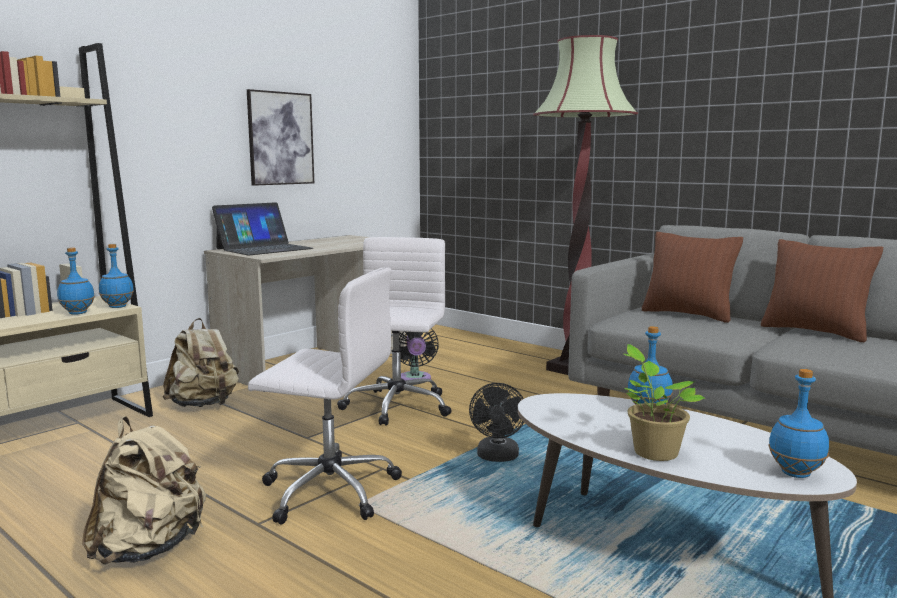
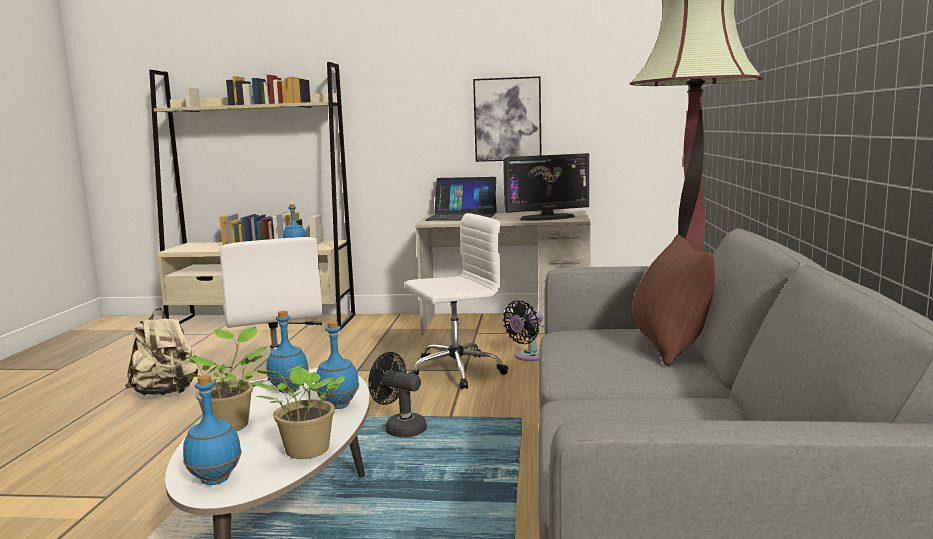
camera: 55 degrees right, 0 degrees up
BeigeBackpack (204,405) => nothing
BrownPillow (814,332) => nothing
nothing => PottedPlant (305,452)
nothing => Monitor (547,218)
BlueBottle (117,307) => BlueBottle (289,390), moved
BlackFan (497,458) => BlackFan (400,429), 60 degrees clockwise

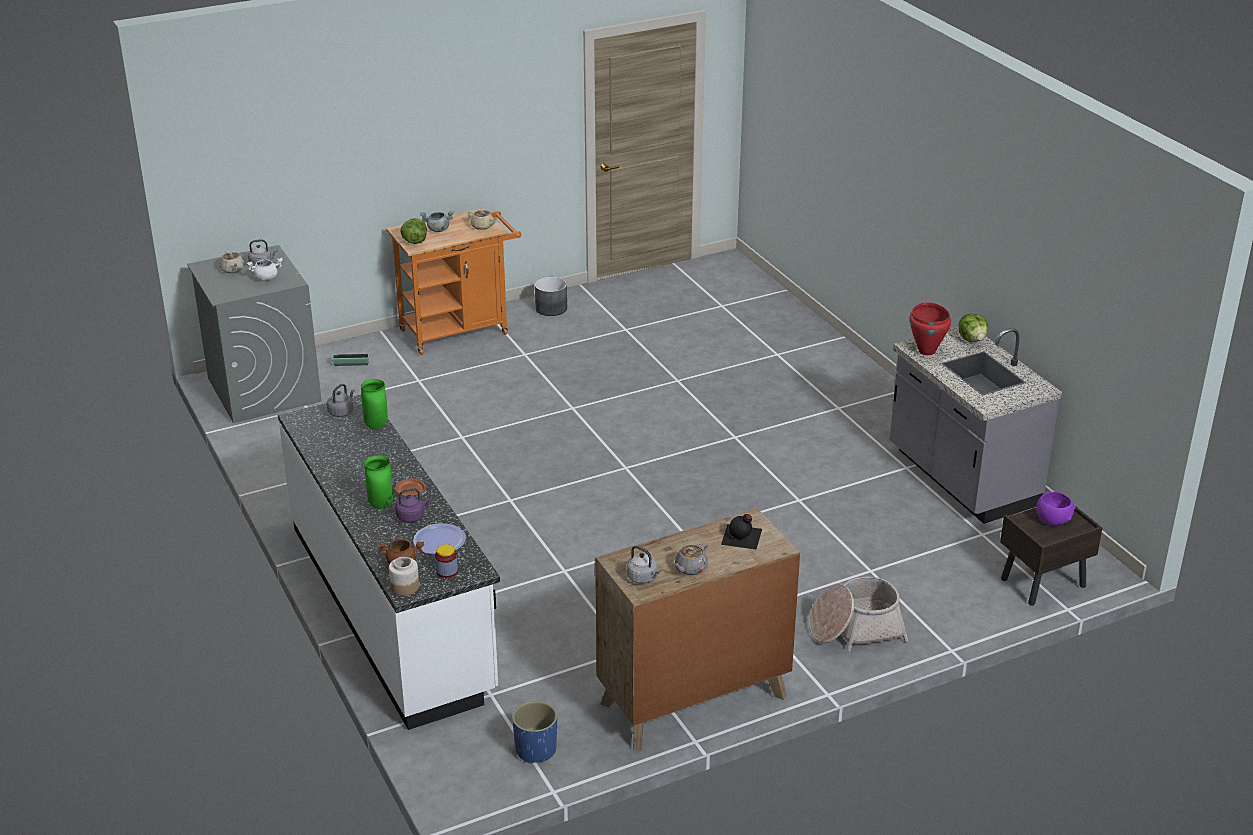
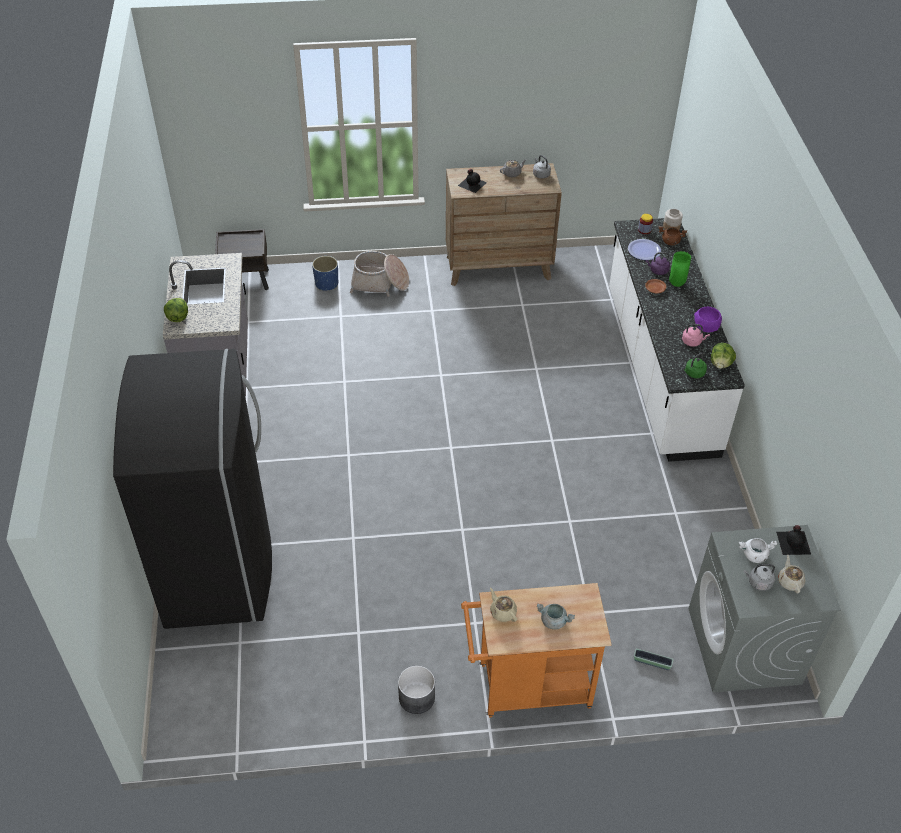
camera: 160 degrees left, 15 degrees up
GreenVase (375,426) => nothing
RedCookingPot (927,351) => nothing
nothing => BlackFridge (219,566)
nothing => PinkKettle (692,342)
nothing => BlackBottle (794,542)
Lettuce (414,241) => Lettuce (720,364), moved
BluePlanter (535,750) => BluePlanter (327,283), moved
PurpleBowl (1053,519) => PurpleBowl (706,327), moved
GreyKettle (341,412) => GreenKettle (693,373)

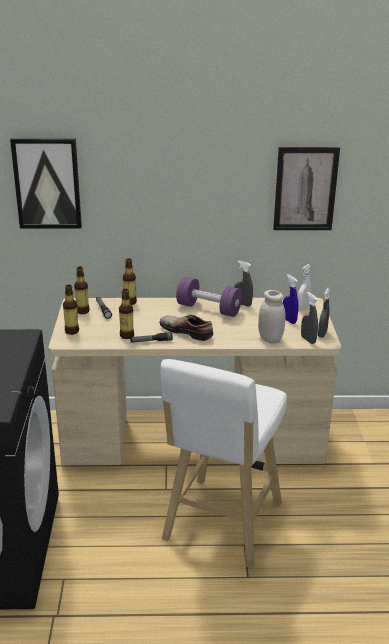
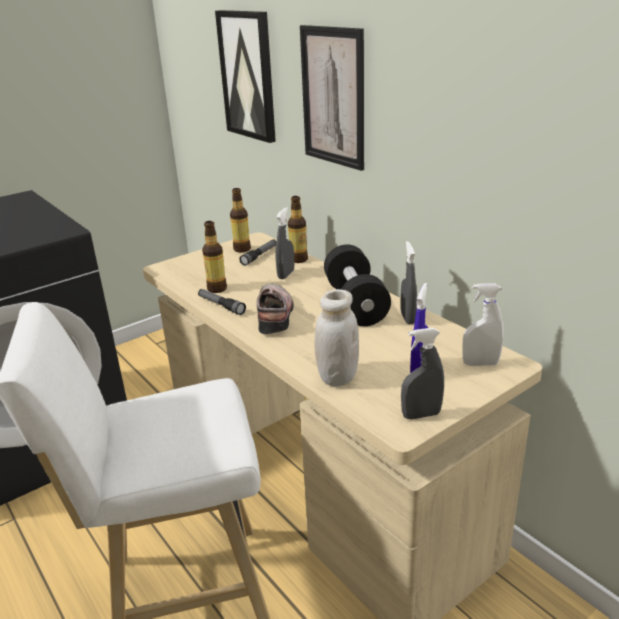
camera: 55 degrees right, 0 degrees up
Bottle (72,331) => nothing
Picture (305,189) => Picture (333,97), moved
GreySprayBottle (308,340) => GreySprayBottle (286,274), moved
PurpleDumbbell (208,309) => BlackDumbbell (355,303)

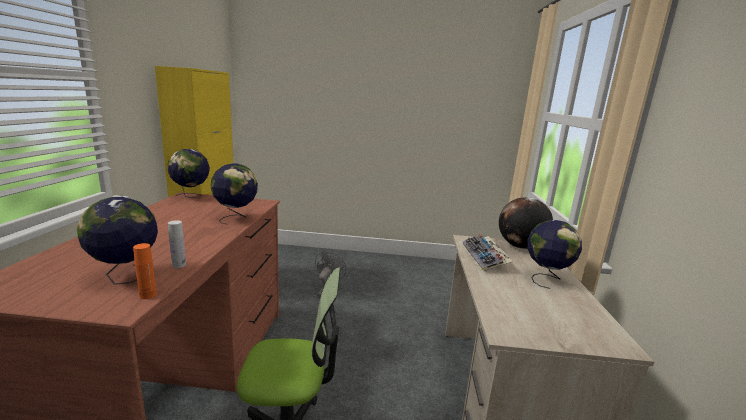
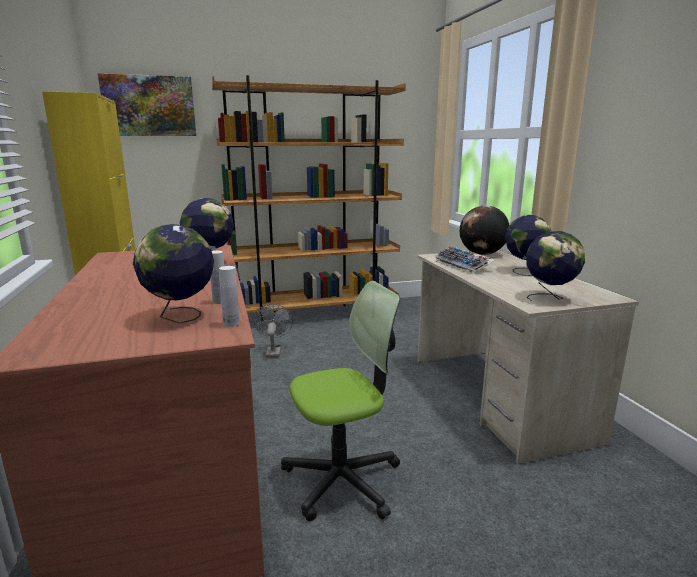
camera: 20 degrees left, 0 degrees up
nothing => Picture (149,106)
nothing => BrownBookcase (315,315)
Globe (191,196) => Globe (549,298), moved
OrangeBottle (148,295) => WhiteBottle (231,323)

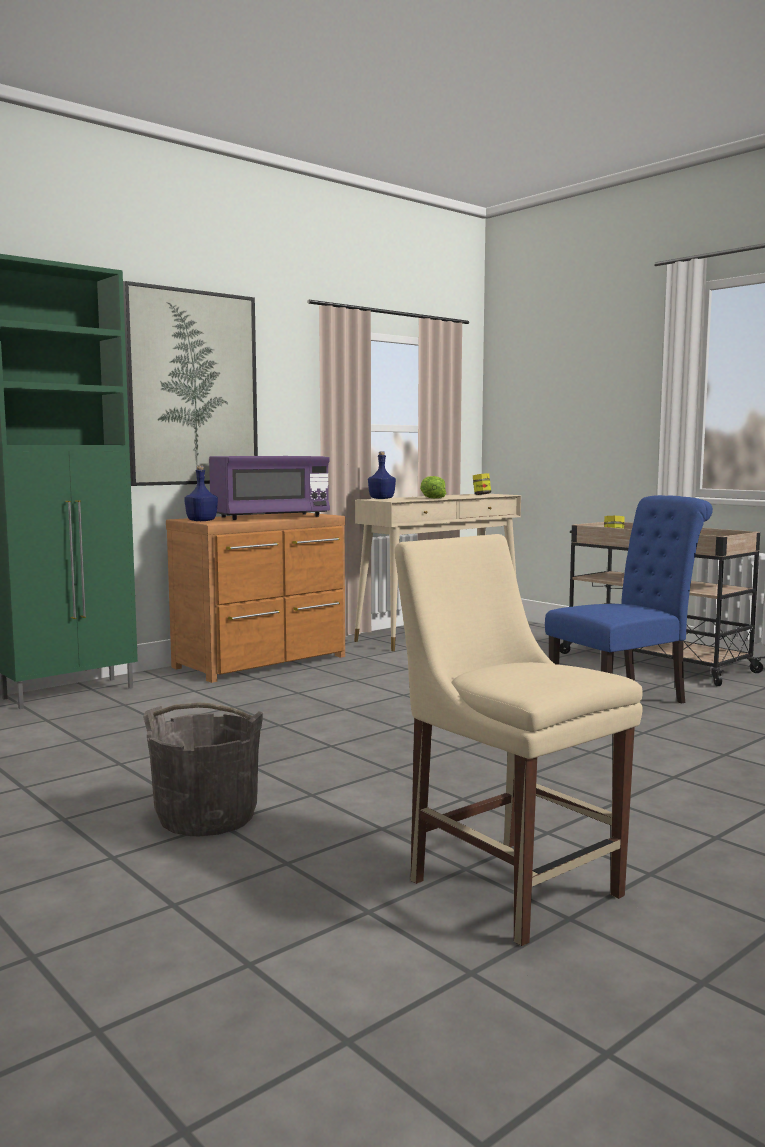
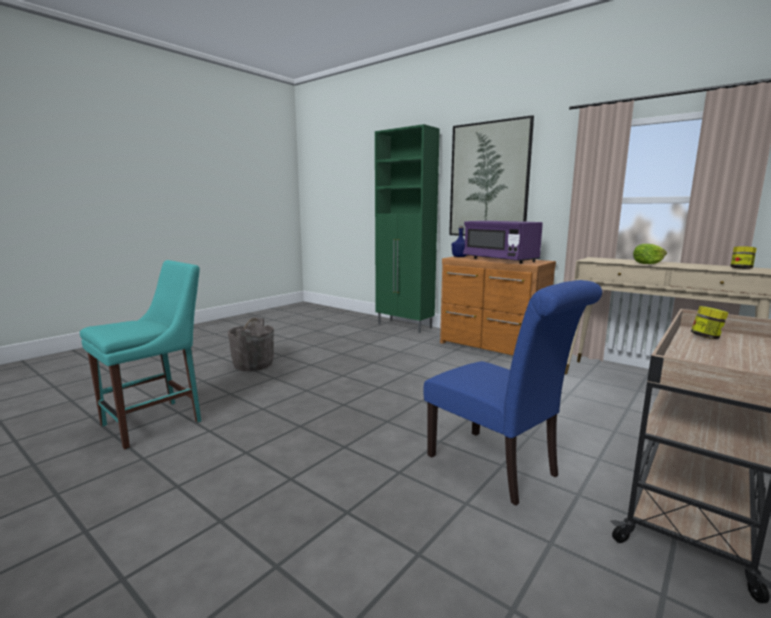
camera: 80 degrees right, 5 degrees up
BlueBottle (382,498) => nothing
BeigeChair (508,883) => TurquoiseChair (157,421)

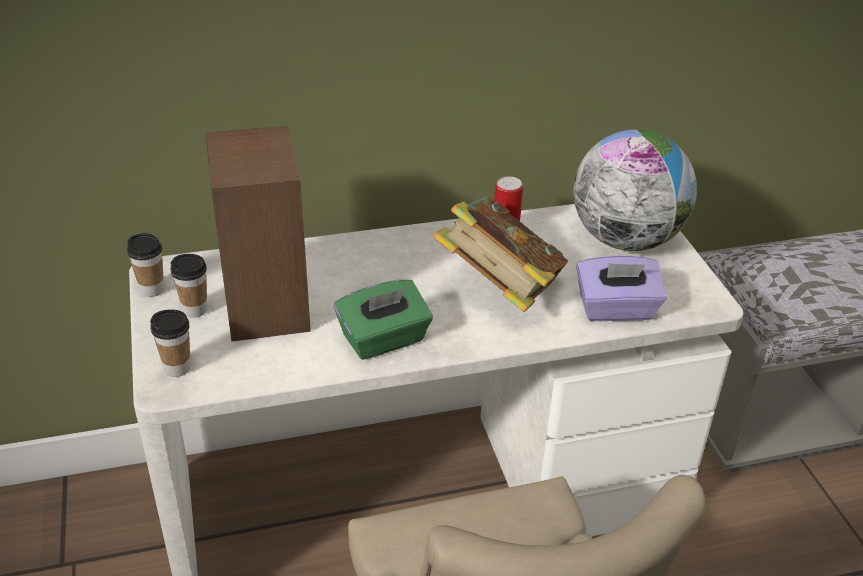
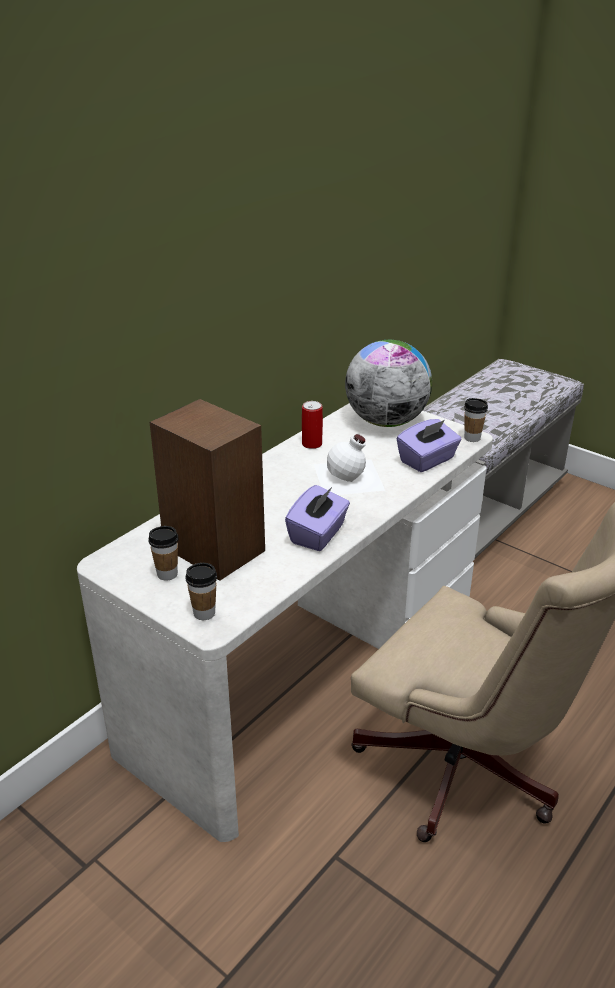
camera: 35 degrees left, 5 degrees down
Cup (152,289) => Cup (472,438), moved
Book (499,289) => WhiteBottle (349,477)
GreenTissueBox (384,340) => PurpleTissueBox (318,534)

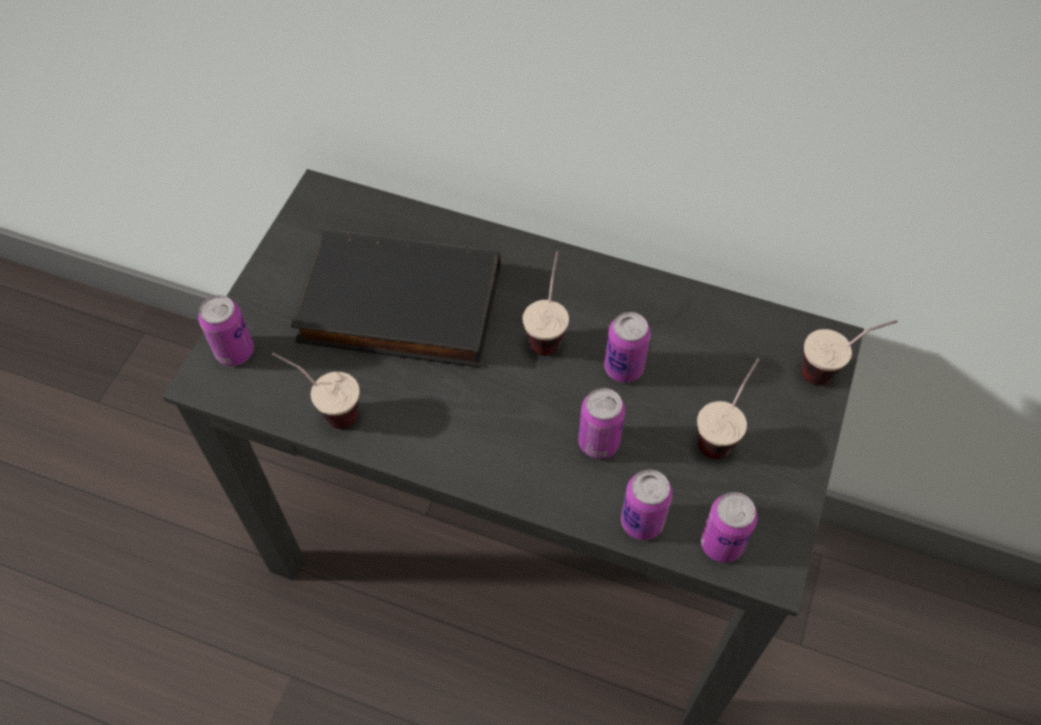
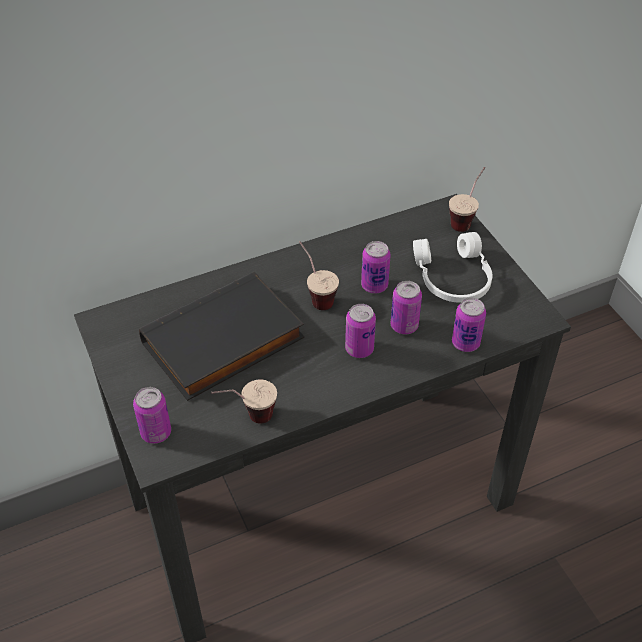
camera: 45 degrees left, 10 degrees down
Can (721,543) => Can (359,349), moved
Cup (723,430) => WhiteHeadphones (452,278)

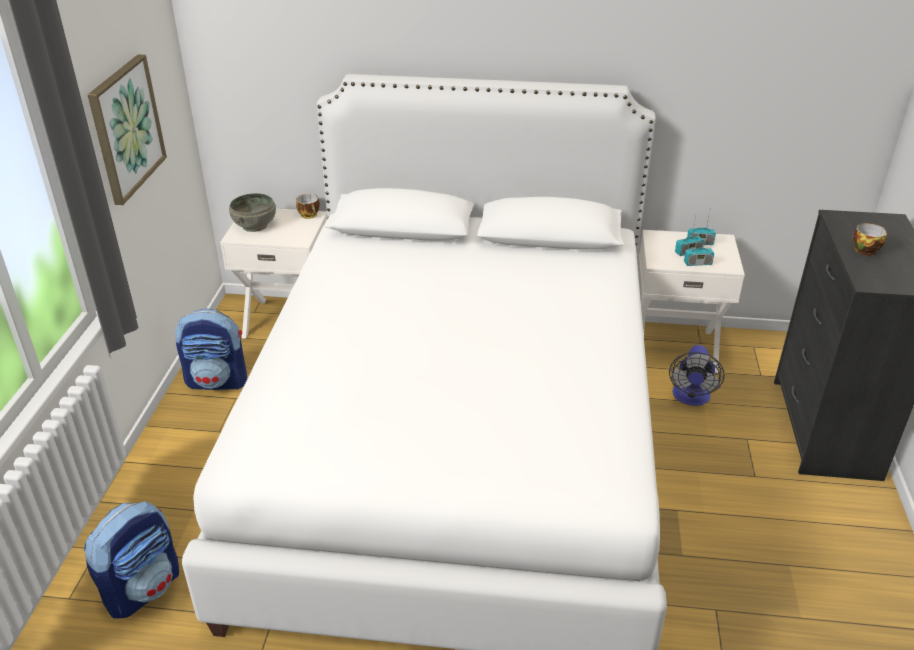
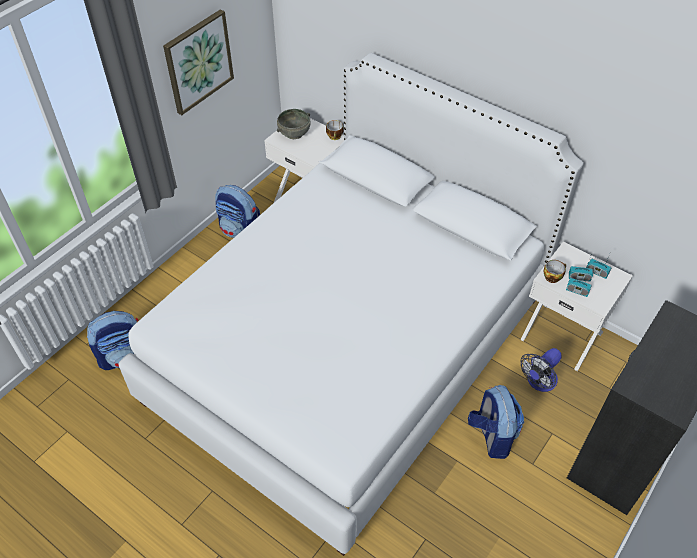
camera: 30 degrees right, 15 degrees up
nothing => Backpack (491,436)
Cup (864,249) => Cup (552,276), moved

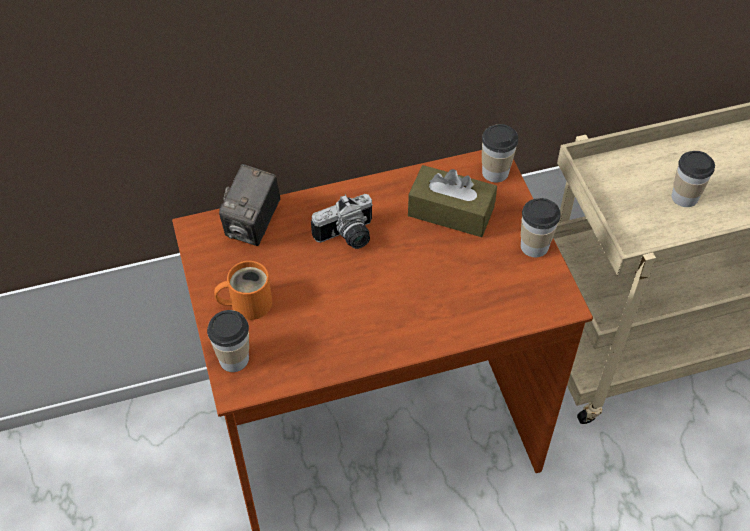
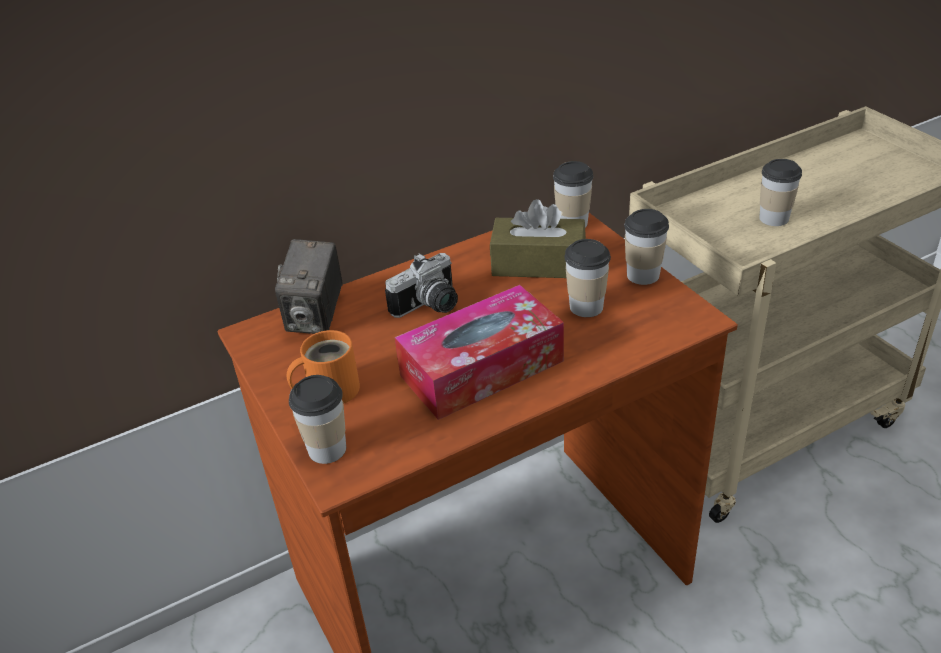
camera: 10 degrees left, 15 degrees down
nothing => TissueBox (482,368)
nothing => Cup (586,307)

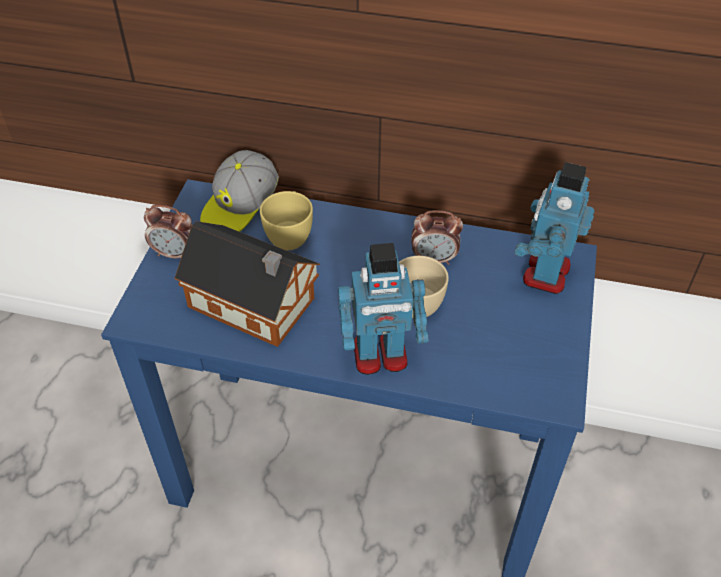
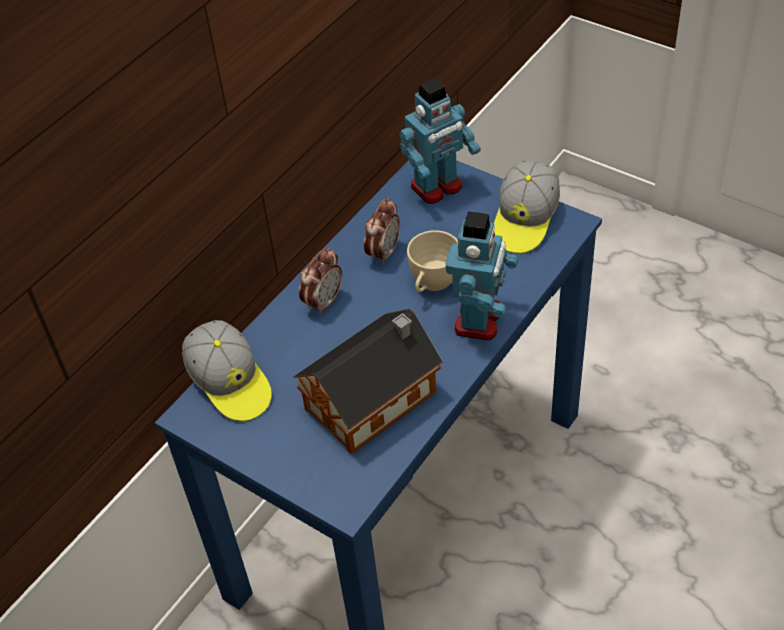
camera: 65 degrees left, 0 degrees up
YellowCup (290,235) => nothing
nothing => Cap (525,220)
AlarmClock (175,254) => AlarmClock (323,302), moved
ToyRobot (544,273) => ToyRobot (437,187), 75 degrees counterclockwise

